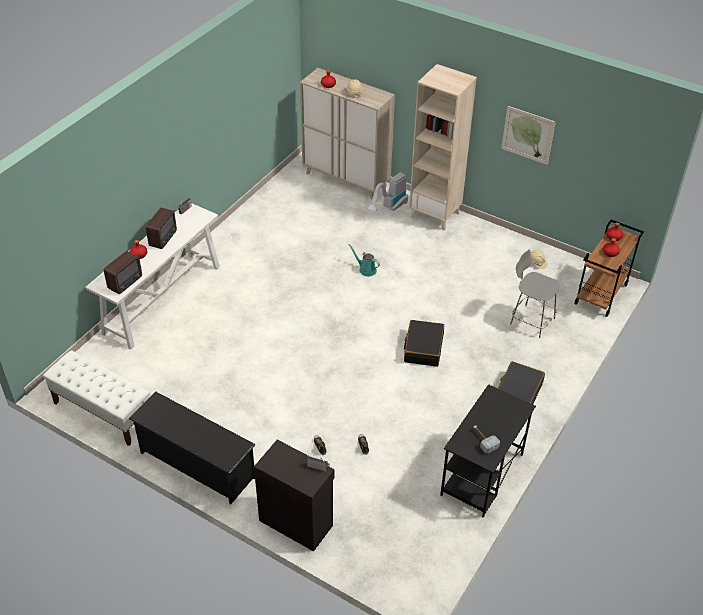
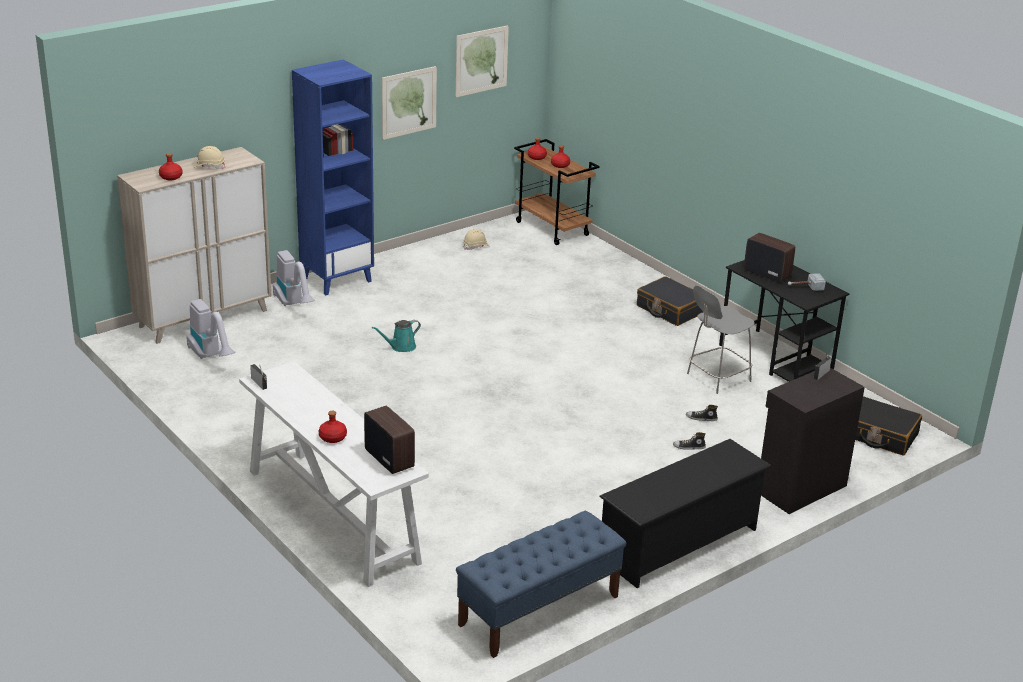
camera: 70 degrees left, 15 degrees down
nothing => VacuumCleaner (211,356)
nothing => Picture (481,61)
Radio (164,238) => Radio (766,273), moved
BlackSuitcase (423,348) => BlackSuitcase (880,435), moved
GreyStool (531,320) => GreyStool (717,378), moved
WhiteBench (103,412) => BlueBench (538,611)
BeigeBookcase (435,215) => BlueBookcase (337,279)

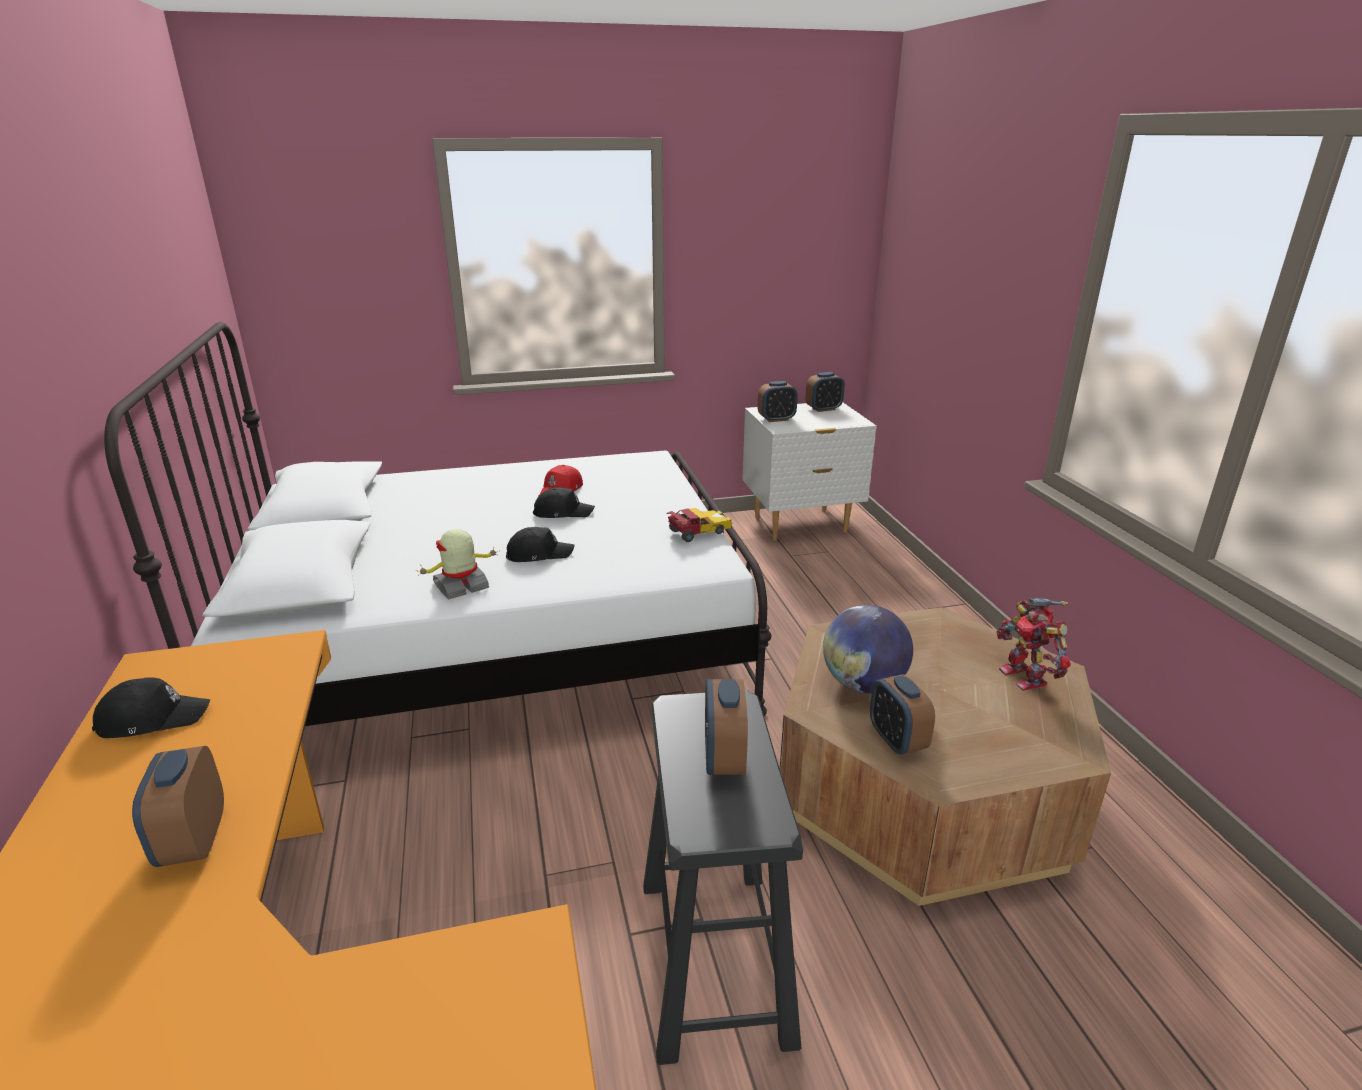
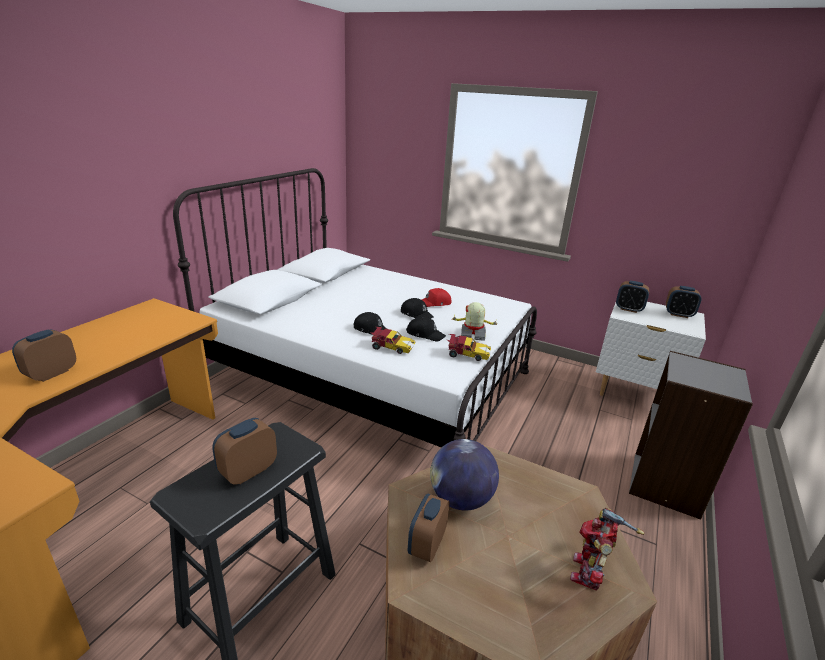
camera: 40 degrees right, 0 degrees up
nothing => ToyCar (391,347)
nothing => GreyBookcase (666,485)
BlackCap (152,718) => BlackCap (425,334), moved
ToyRobot (461,586) => ToyRobot (472,335), moved

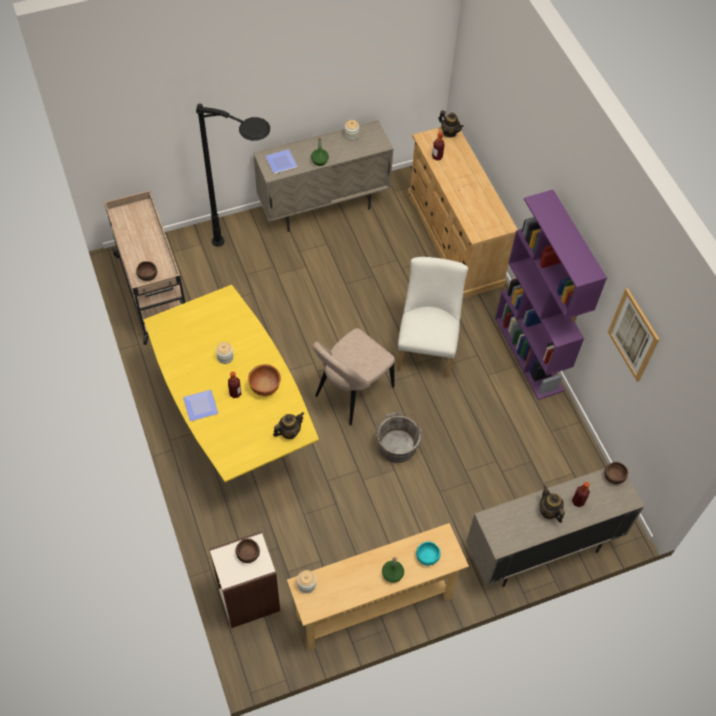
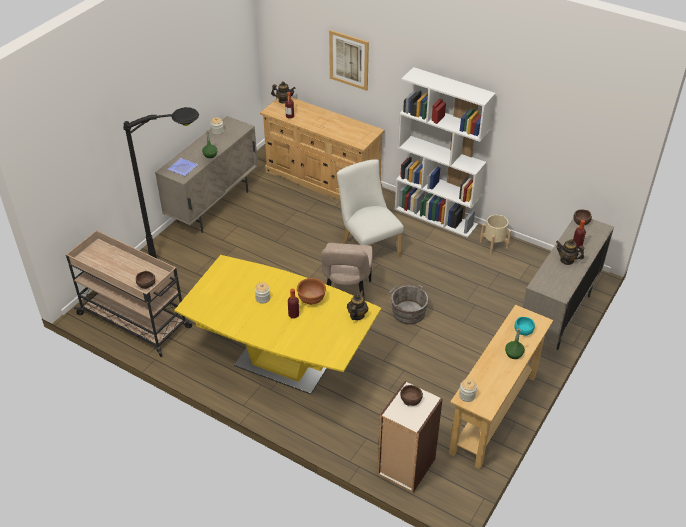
camera: 35 degrees left, 15 degrees down
Plate (200,407) => nothing
nothing => BeigePlanter (493,244)
Picture (633,335) => Picture (349,60), moved
PurpleBookcase (529,354) => WhiteBookcase (436,217)

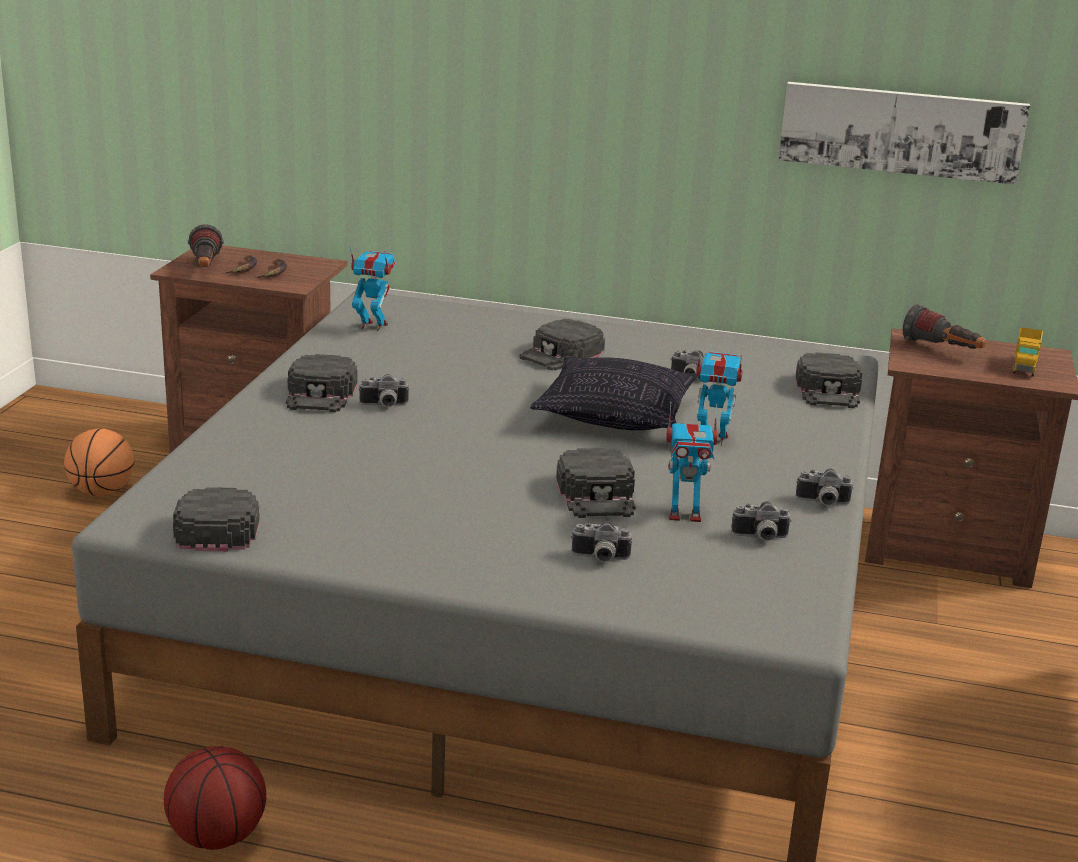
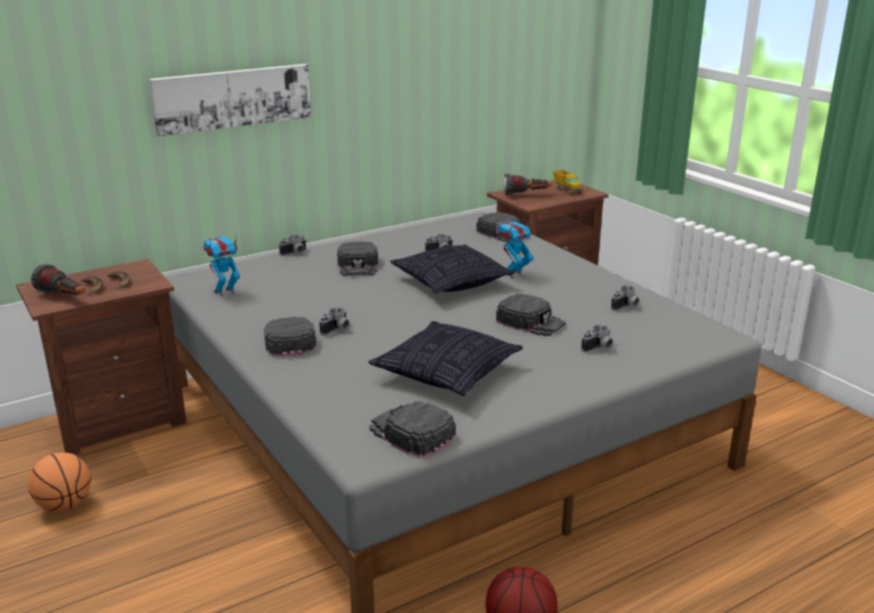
camera: 45 degrees left, 0 degrees up
ToyRobot (684,514) => nothing
nothing => Pillow (447,373)
Picture (901,131) => Picture (233,98), moved
PhotoCamera (822,503) => PhotoCamera (295,253), moved
BlackCap (321,393) => BlackCap (289,340), 150 degrees counterclockwise

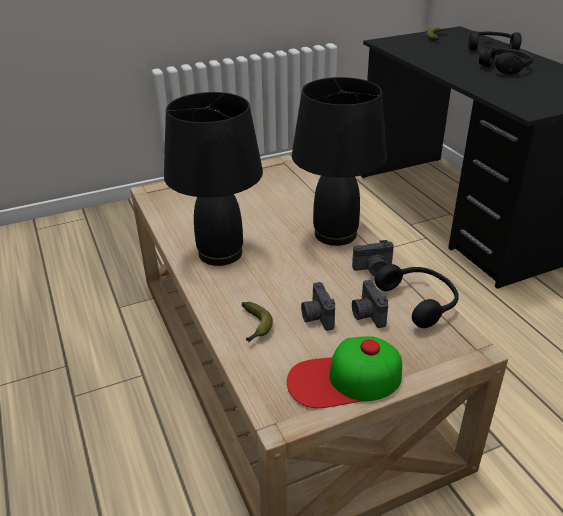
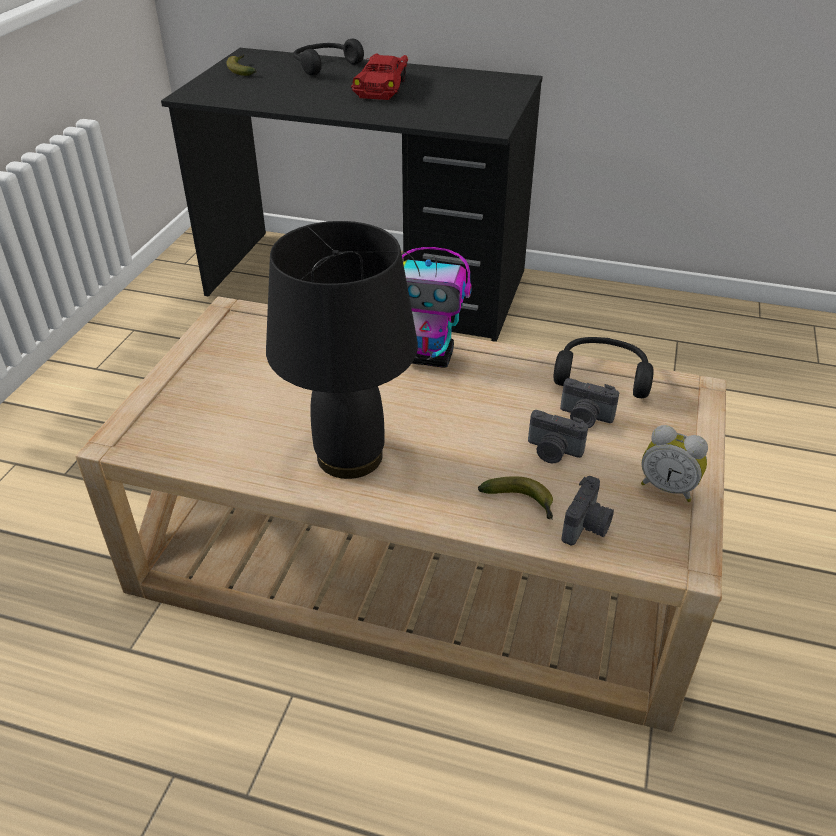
camera: 50 degrees left, 5 degrees up
PhotoCamera (373,269) => PhotoCamera (587,527), moved
Cap (344,379) => AlarmClock (668,487)
BlackTableLamp (336,234) => ToyRobot (430,357)
BlackHeadphones (505,68) => RedToyCar (383,87)

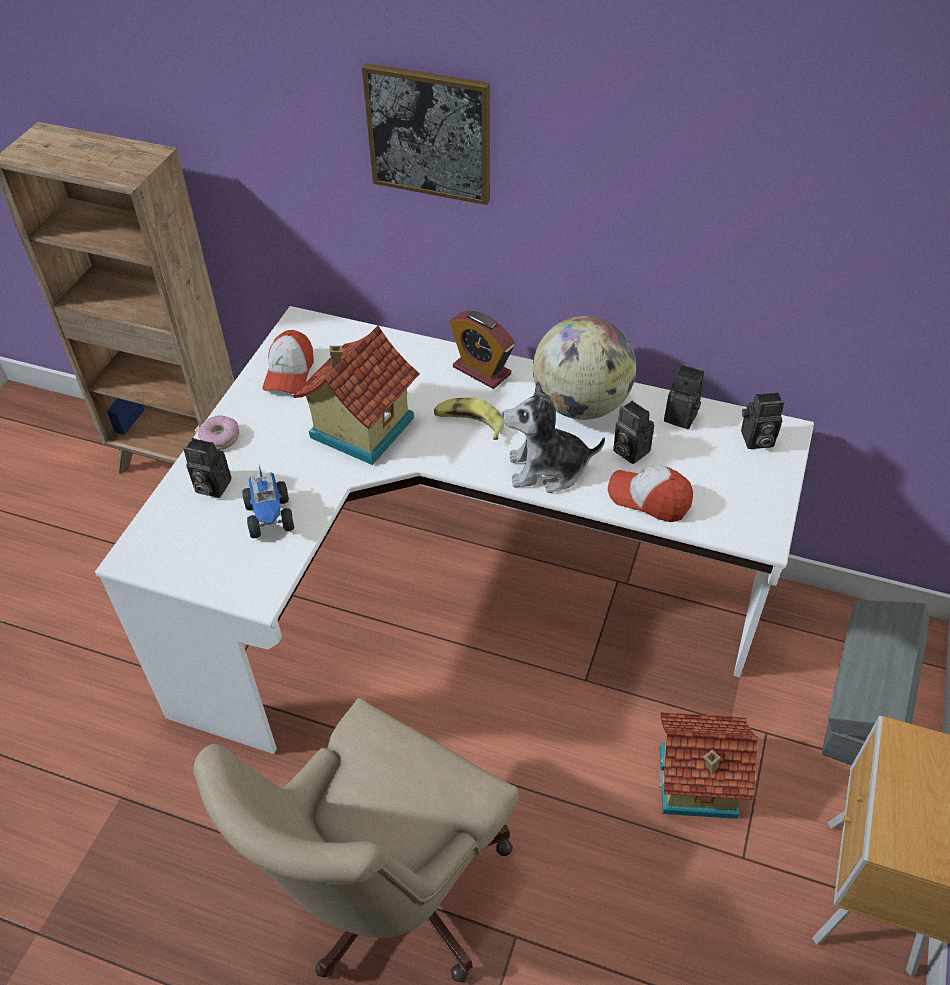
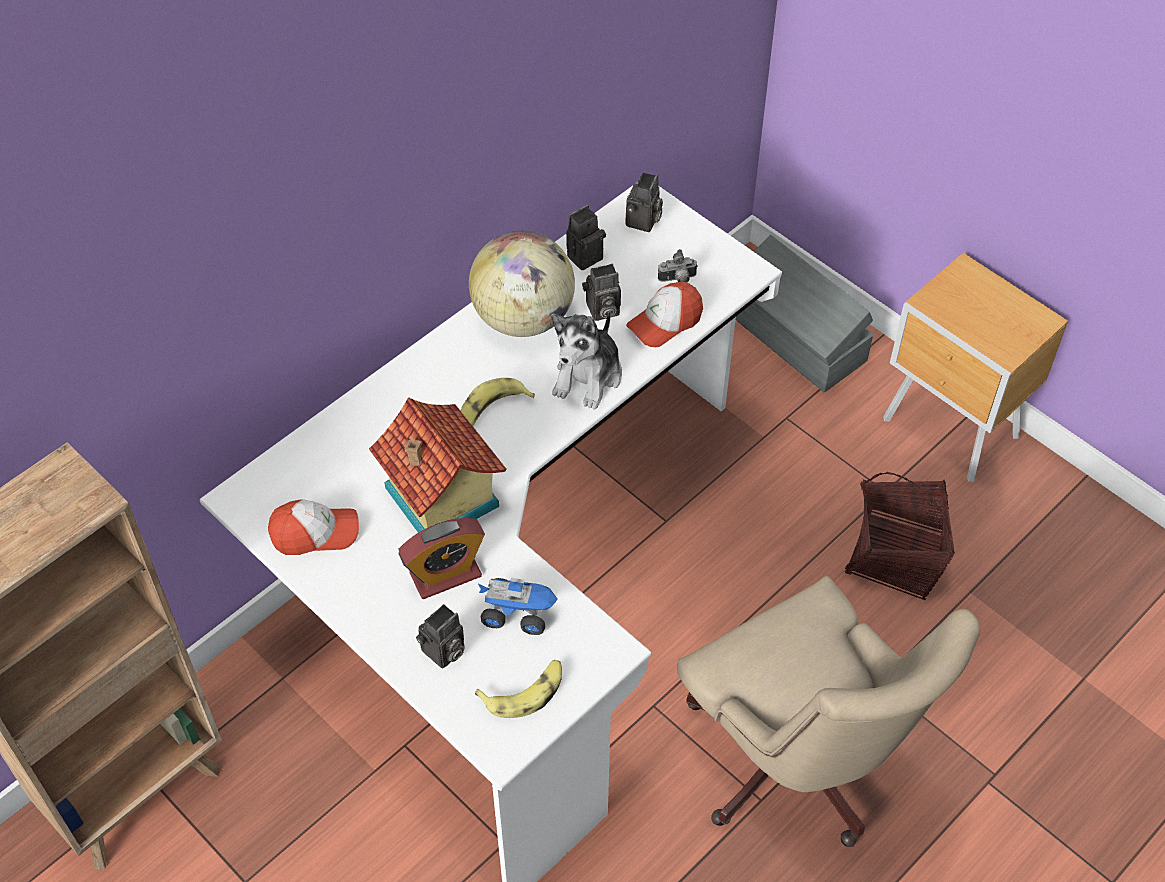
camera: 65 degrees left, 5 degrees up
Donut (220,437) => nothing
Picture (429,133) => nothing
ToyHouse (698,784) => nothing
nothing => Banana (525,692)
nothing => PhotoCamera (678,280)
nothing => Basket (895,555)
AlarmClock (481,371) => AlarmClock (445,575), moved
Cap (289,373) => Cap (315,533), 45 degrees counterclockwise

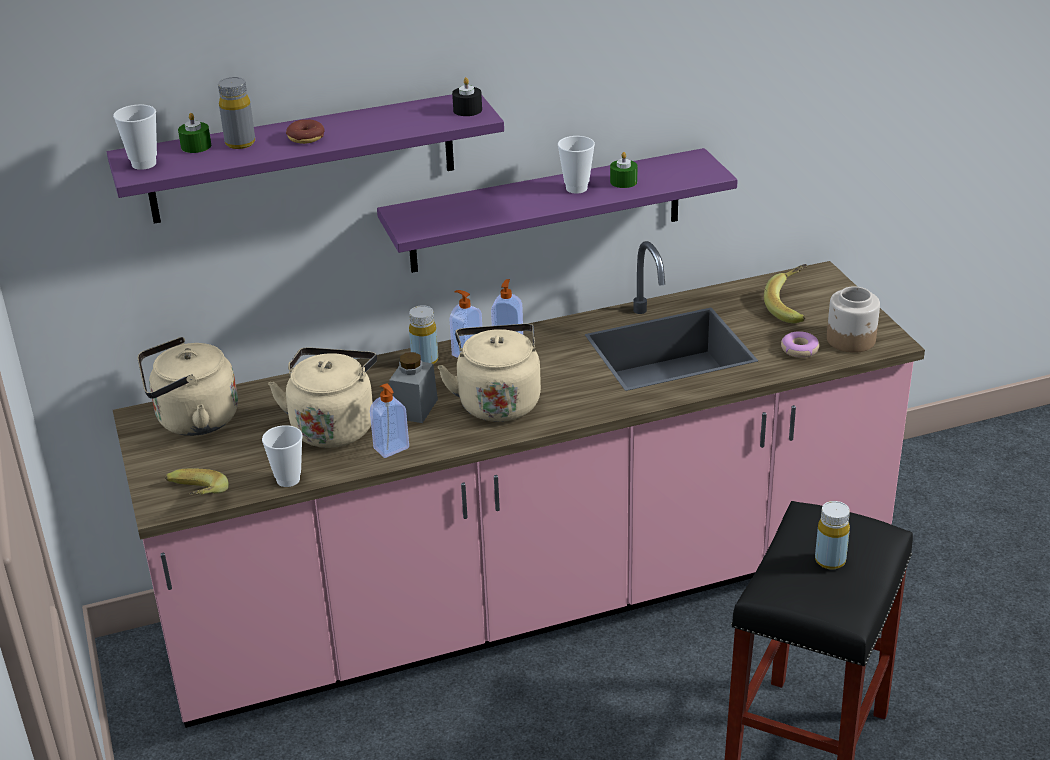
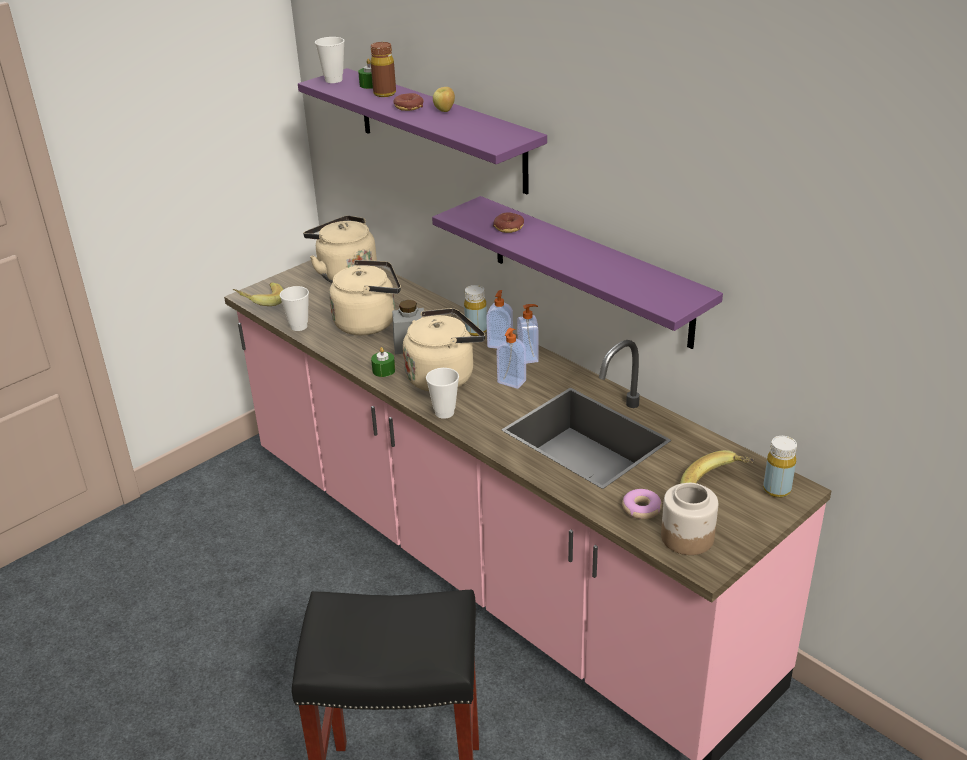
camera: 65 degrees right, 0 degrees up
BlackCandle (467,110) => nothing
nothing => Apple (444,110)
nothing => Donut (509,227)
SoapDispenser (392,449) => SoapDispenser (511,382), moved
Cup (576,188) => Cup (444,413), moved
GreenCandle (623,181) => GreenCandle (383,370), moved
YellowBottle (830,560) => YellowBottle (776,489), moved
GreyBottle (240,143) => BrownBottle (384,93)

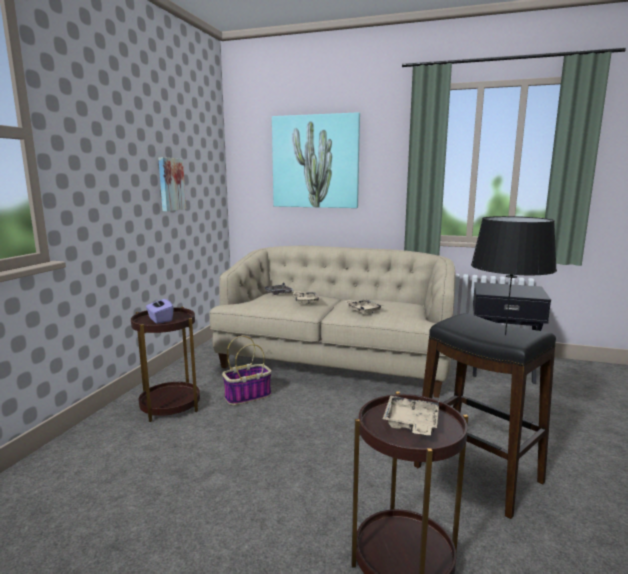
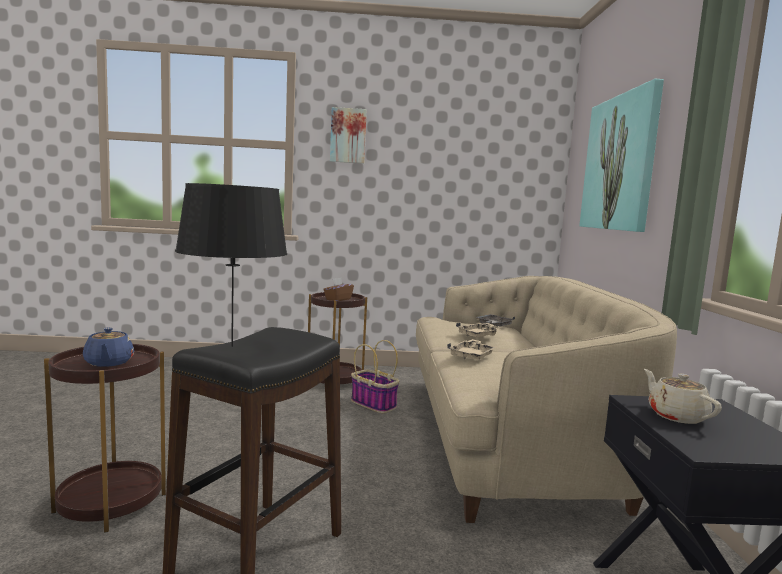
camera: 70 degrees right, 5 degrees down
nothing => BeigeTeapot (676,416)
Picture (170,184) => Picture (348,135), moved
BeigeTray (411,424) => BlueTeapot (108,363)
PurpleTissueBox (160,319) => BrownTissueBox (338,299)

